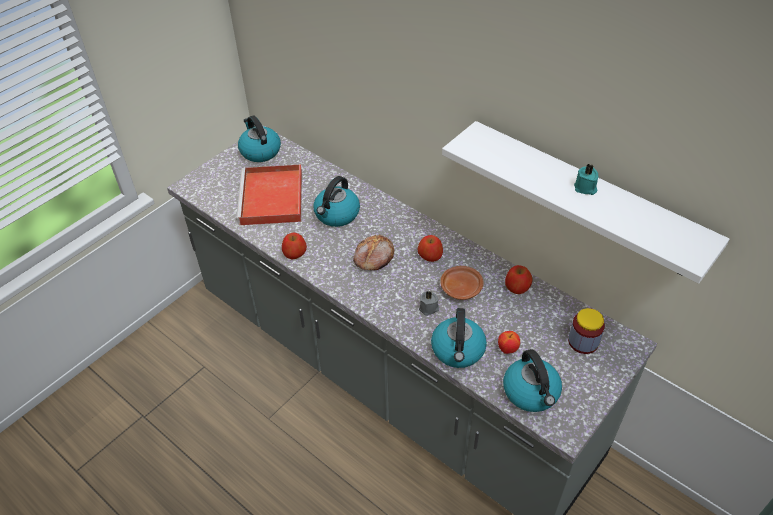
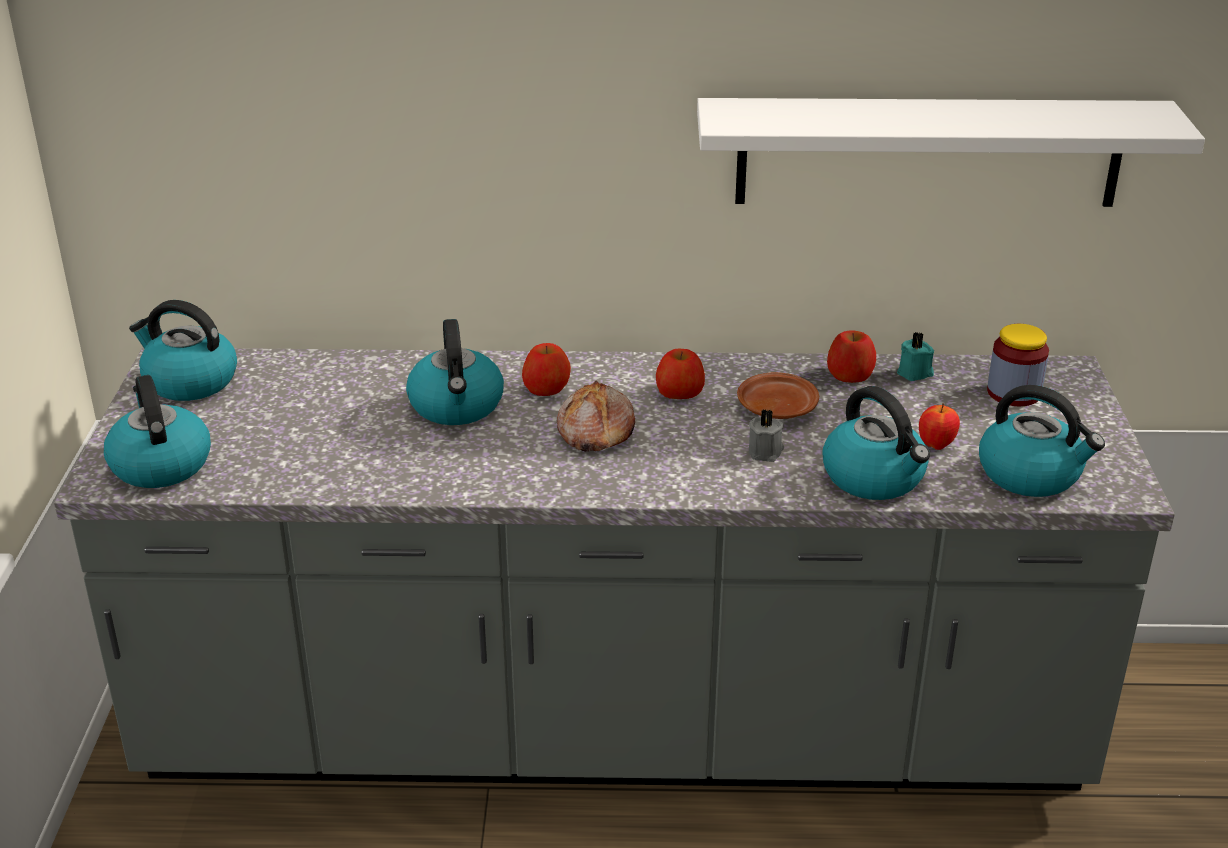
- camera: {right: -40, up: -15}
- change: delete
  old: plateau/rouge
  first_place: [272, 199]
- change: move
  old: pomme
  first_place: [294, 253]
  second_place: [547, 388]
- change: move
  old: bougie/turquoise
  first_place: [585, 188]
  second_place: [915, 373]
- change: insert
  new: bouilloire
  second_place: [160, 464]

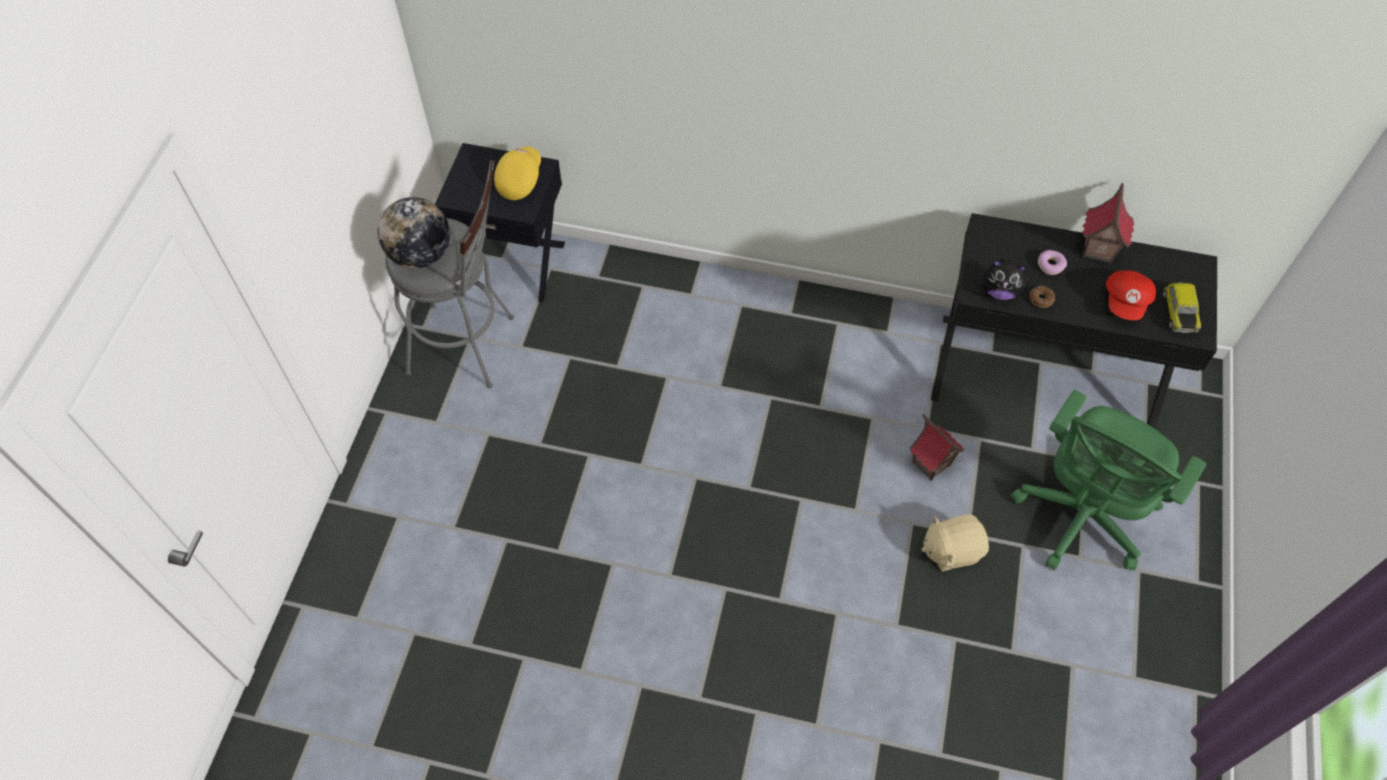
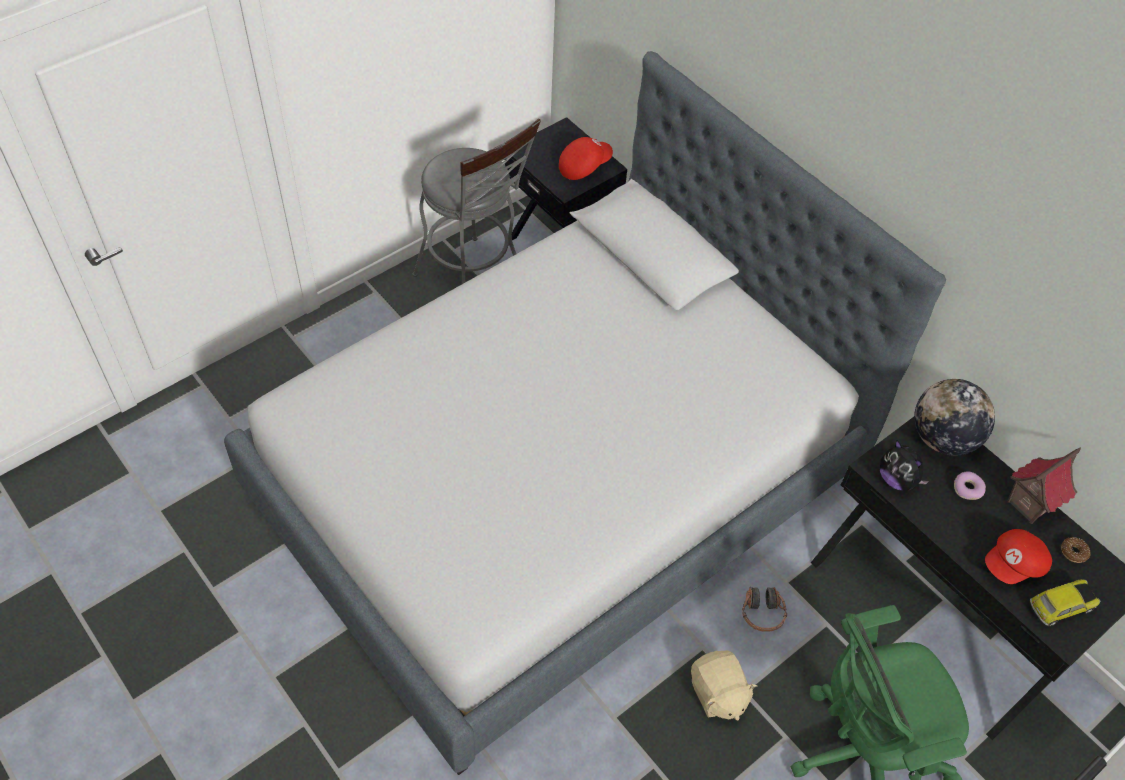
- camera: {right: 35, up: -5}
- change: move
  old: globe
  first_place: [421, 255]
  second_place: [942, 438]
- change: recolor
  old: casquette/jaune
  new: casquette/rouge
  first_place: [519, 179]
  second_place: [584, 166]
- change: replace
  old: maison miniature
  new: casque audio
  first_place: [930, 464]
  second_place: [762, 613]
- change: rotate
  old: peluche/beige
  first_place: [951, 550]
  second_place: [717, 693]
  degrees: -135
- change: move
  old: beignet
  first_place: [1041, 299]
  second_place: [1073, 552]
- change: rotate
  old: petite voiture
  first_place: [1178, 312]
  second_place: [1061, 607]
  degrees: -150
- change: insert
  new: lit
  second_place: [556, 485]

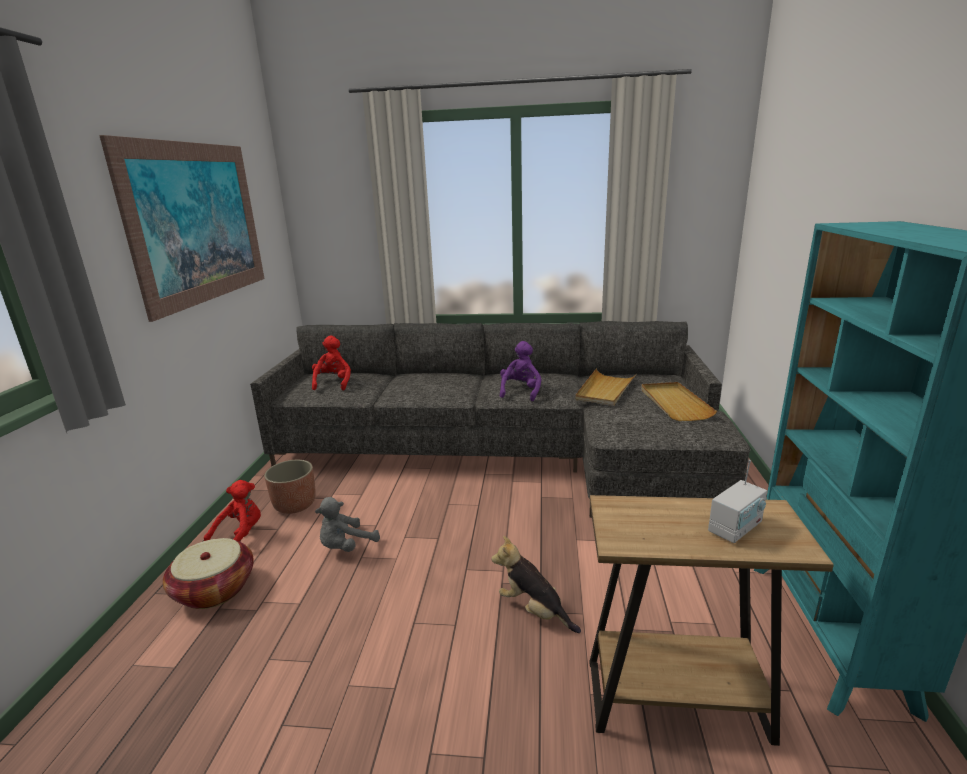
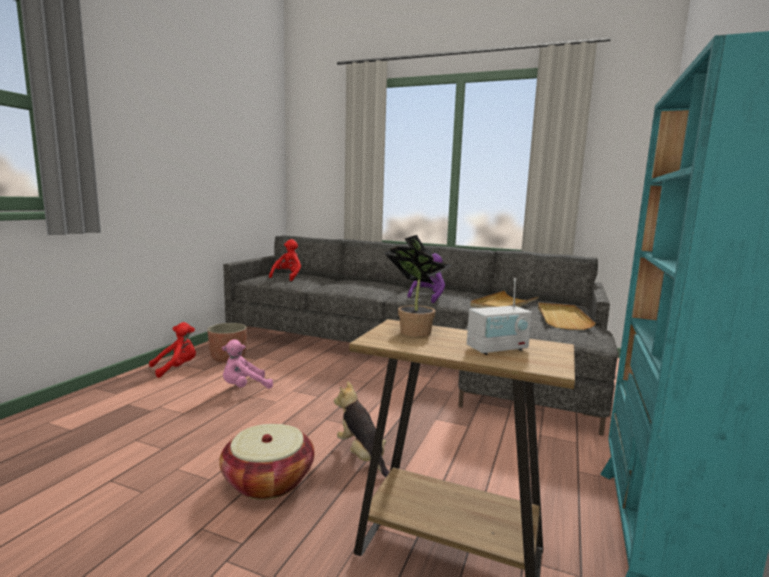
- camera: {right: 15, up: -10}
- change: delete
  old: tableau
  first_place: [198, 223]
- change: move
  old: panier
  first_place: [215, 589]
  second_place: [268, 481]
- change: recolor
  old: peluche/gris
  new: peluche/rose
  first_place: [346, 546]
  second_place: [244, 388]
- change: insert
  new: plante en pot
  second_place: [413, 330]

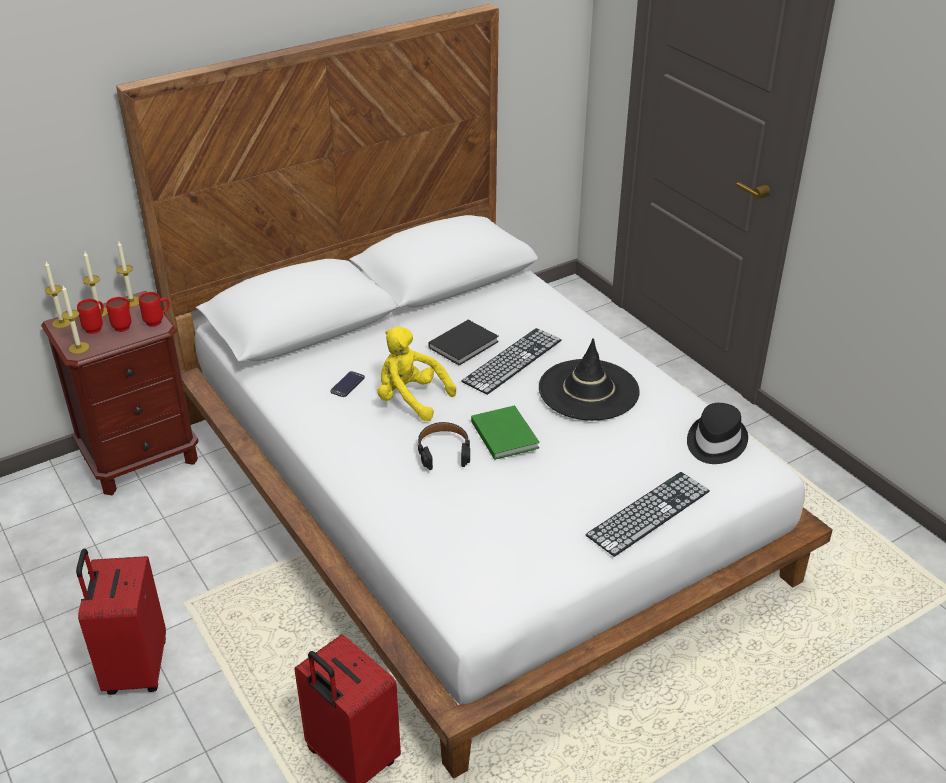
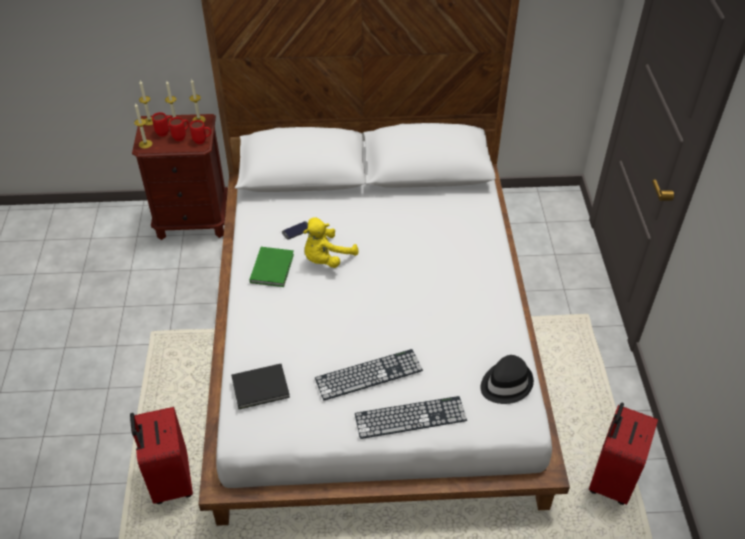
- camera: {right: 30, up: 10}
- change: move
  old: valise/rouge
  first_place: [134, 668]
  second_place: [610, 479]
- change: rotate
  old: peluche/jaune
  first_place: [410, 399]
  second_place: [326, 258]
  degrees: -105
- change: delete
  old: casque audio/noir
  first_place: [443, 451]
- change: move
  old: livre/noir
  first_place: [465, 344]
  second_place: [262, 388]
- change: move
  old: clavier
  first_place: [512, 360]
  second_place: [369, 374]
- change: move
  old: livre/vert
  first_place: [505, 433]
  second_place: [273, 267]
- change: delete
  old: chapeau/noir
  first_place: [588, 390]

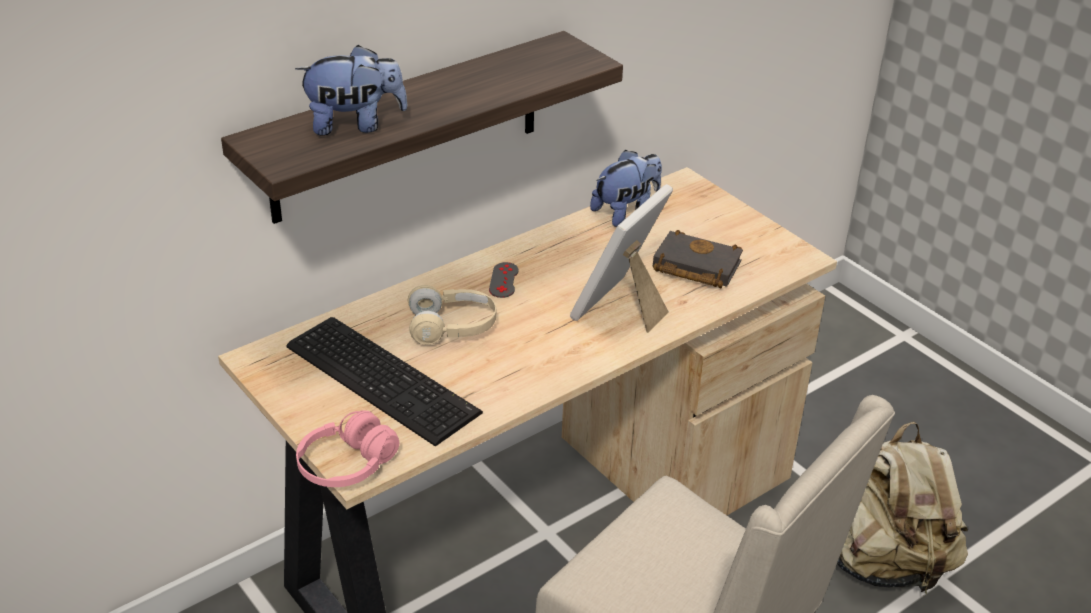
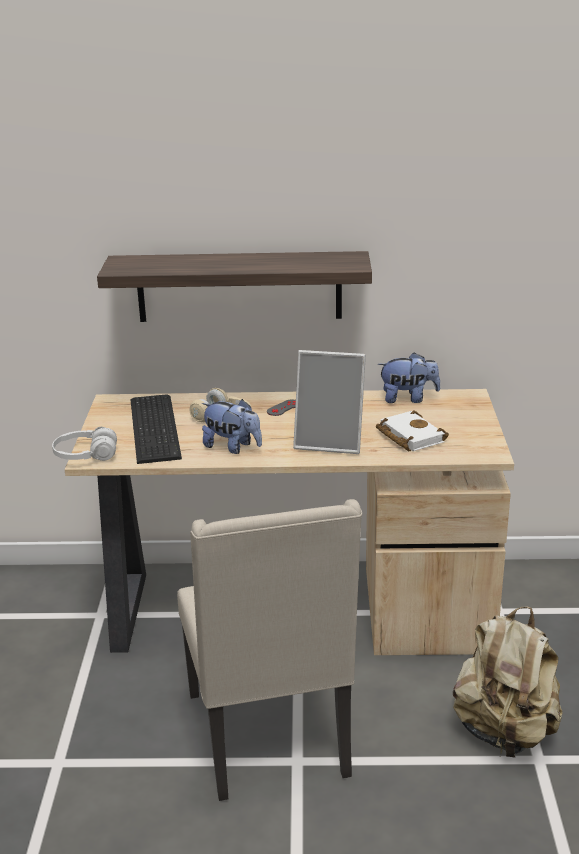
- camera: {right: 40, up: -10}
- change: move
  old: peluche
  first_place: [354, 124]
  second_place: [232, 447]
- change: recolor
  old: casque audio/rose
  new: casque audio/blanc
  first_place: [347, 465]
  second_place: [85, 456]
- change: rotate
  old: cadre photo
  first_place: [622, 309]
  second_place: [330, 441]
  degrees: -150
- change: recolor
  old: livre/noir
  new: livre/blanc
  first_place: [693, 267]
  second_place: [408, 436]

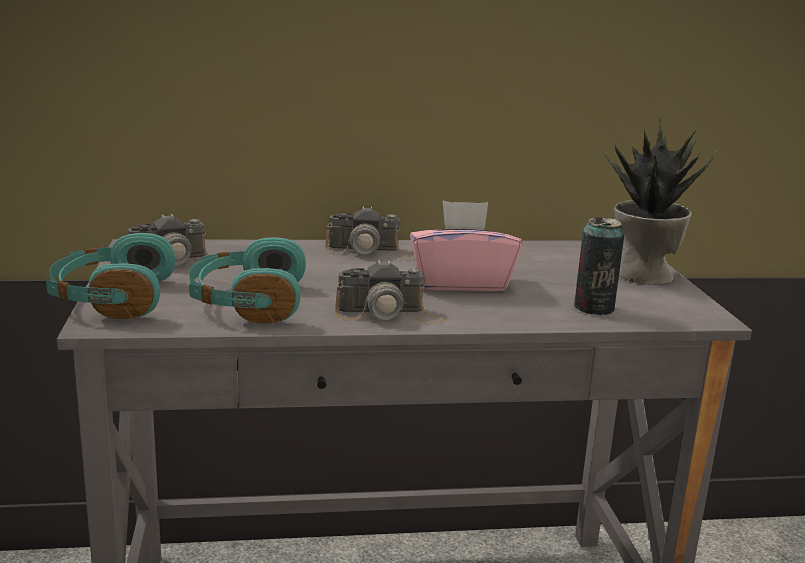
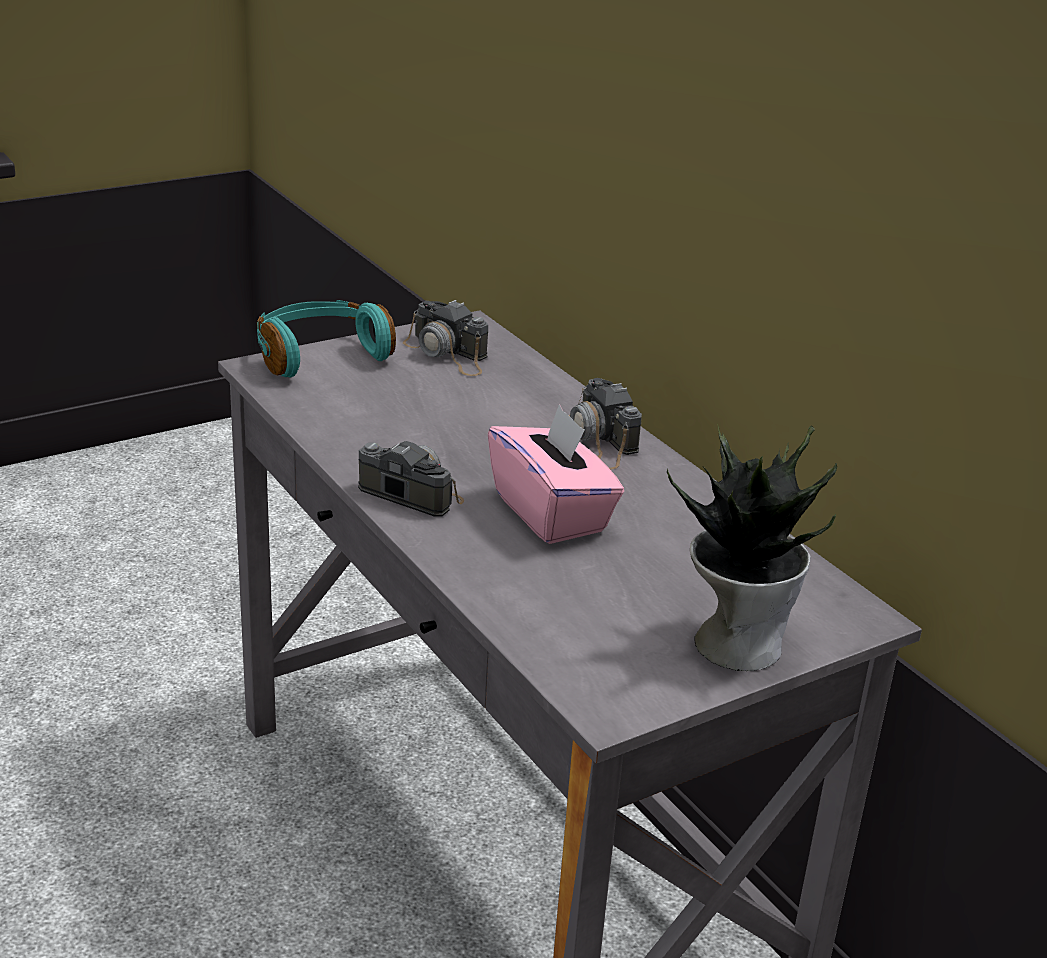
- camera: {right: 65, up: 10}
- change: delete
  old: casque audio/turquoise
  first_place: [247, 302]
- change: rotate
  old: appareil photo
  first_place: [389, 314]
  second_place: [405, 489]
  degrees: 150
- change: delete
  old: boîte métallique
  first_place: [594, 308]

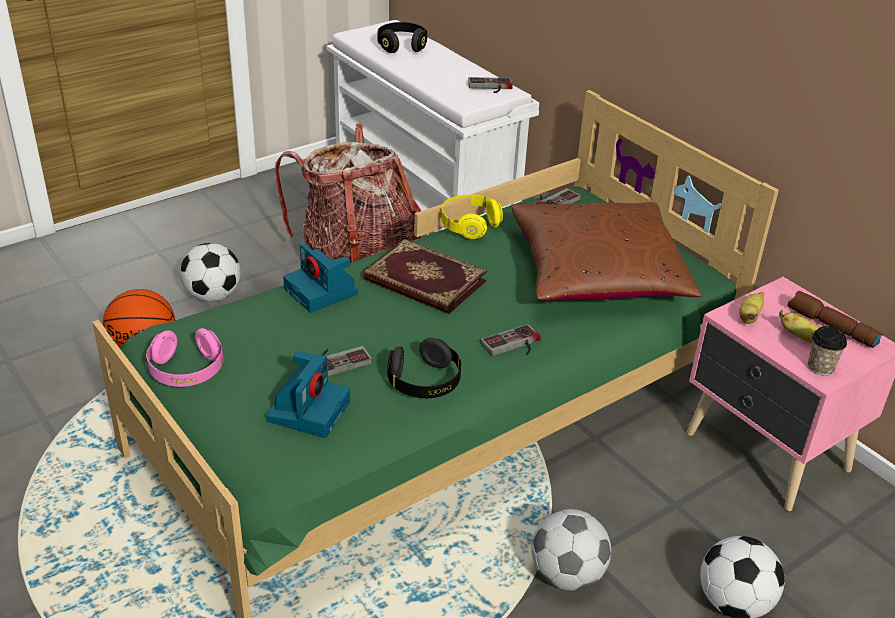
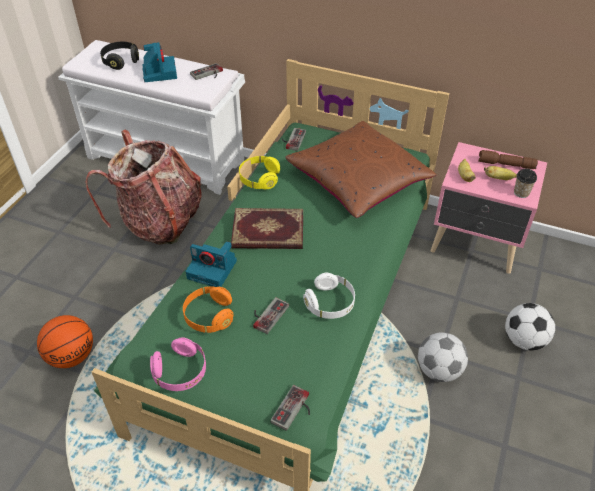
- camera: {right: -30, up: 10}
- change: delete
  old: ballon de foot
  first_place: [213, 295]
- change: move
  old: appareil photo
  first_place: [308, 410]
  second_place: [159, 72]
- change: recolor
  old: casque audio/noir
  new: casque audio/blanc
  first_place: [424, 382]
  second_place: [330, 303]
- change: move
  old: manette
  first_place: [514, 345]
  second_place: [295, 410]
- change: insert
  new: casque audio/orange
  second_place: [209, 316]

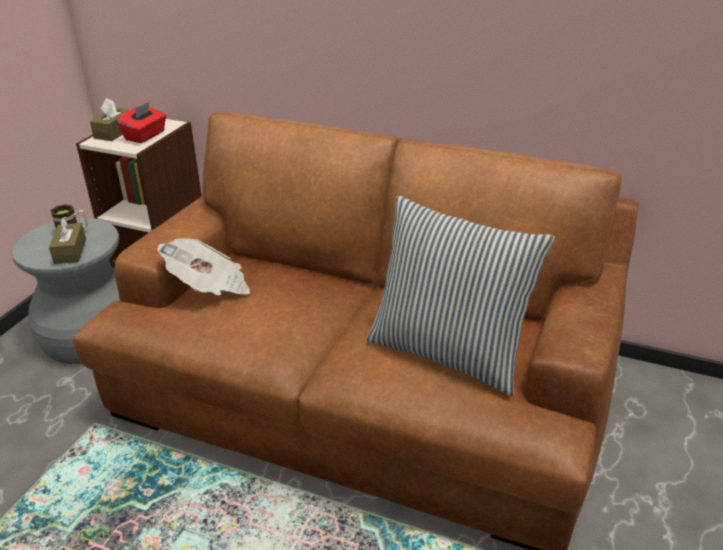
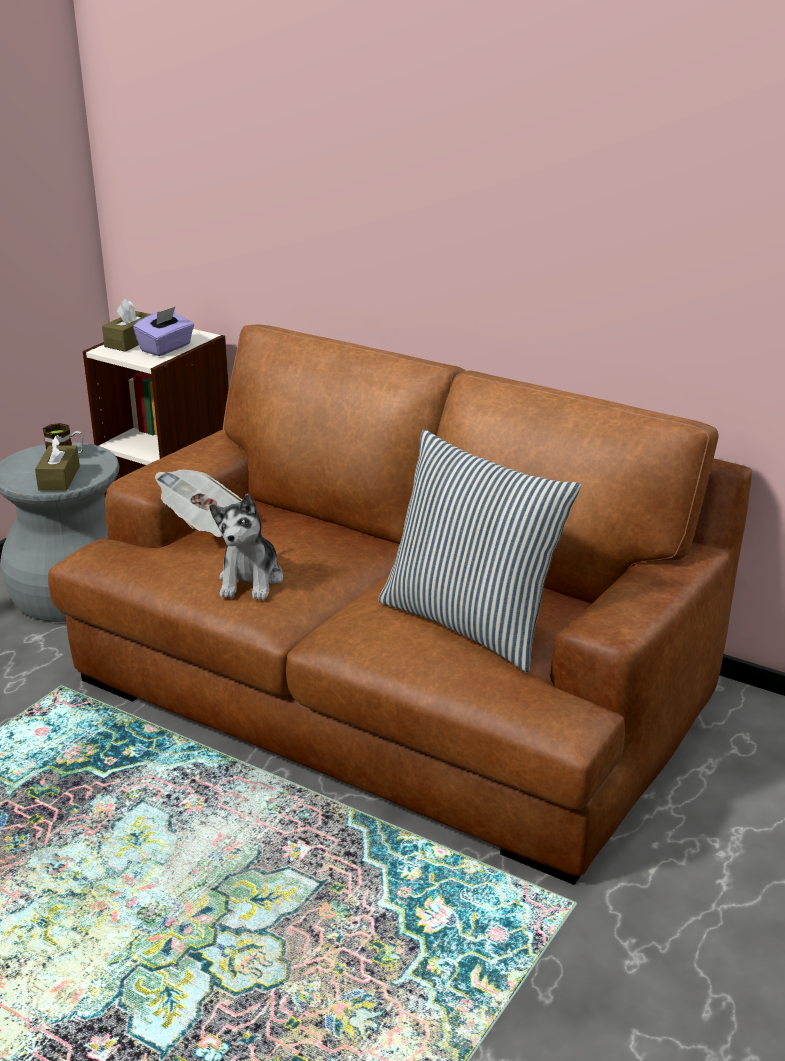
- camera: {right: 10, up: -5}
- change: recolor
  old: boîte à mouchoirs/rouge
  new: boîte à mouchoirs/violet
  first_place: [145, 136]
  second_place: [166, 348]
- change: insert
  new: peluche
  second_place: [251, 580]

